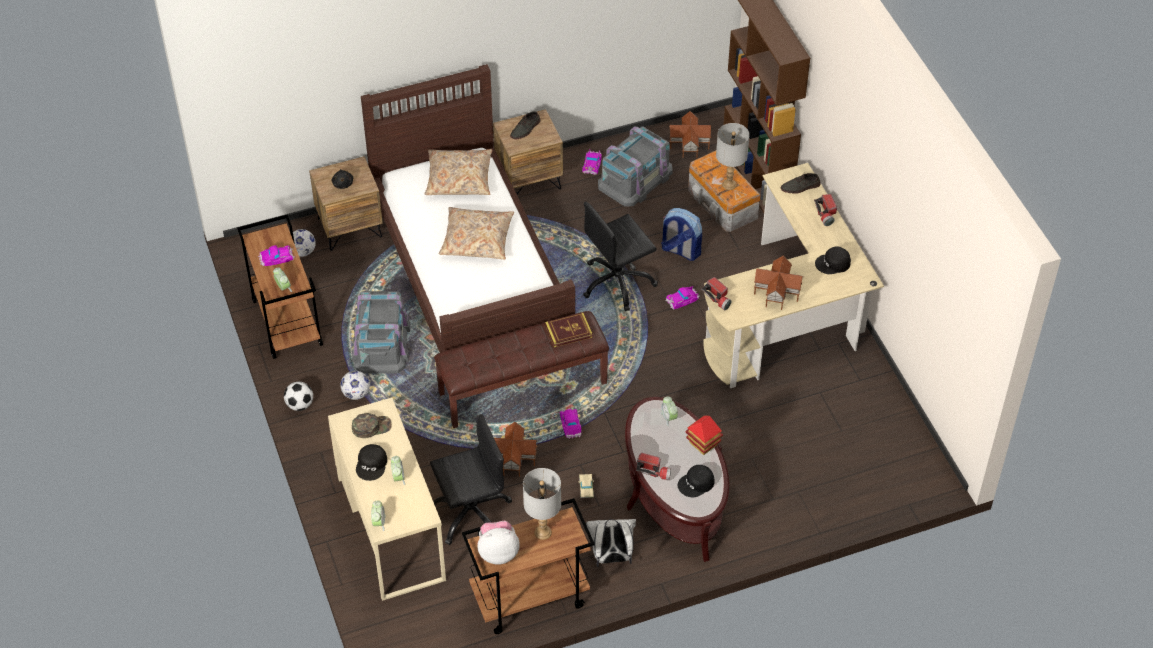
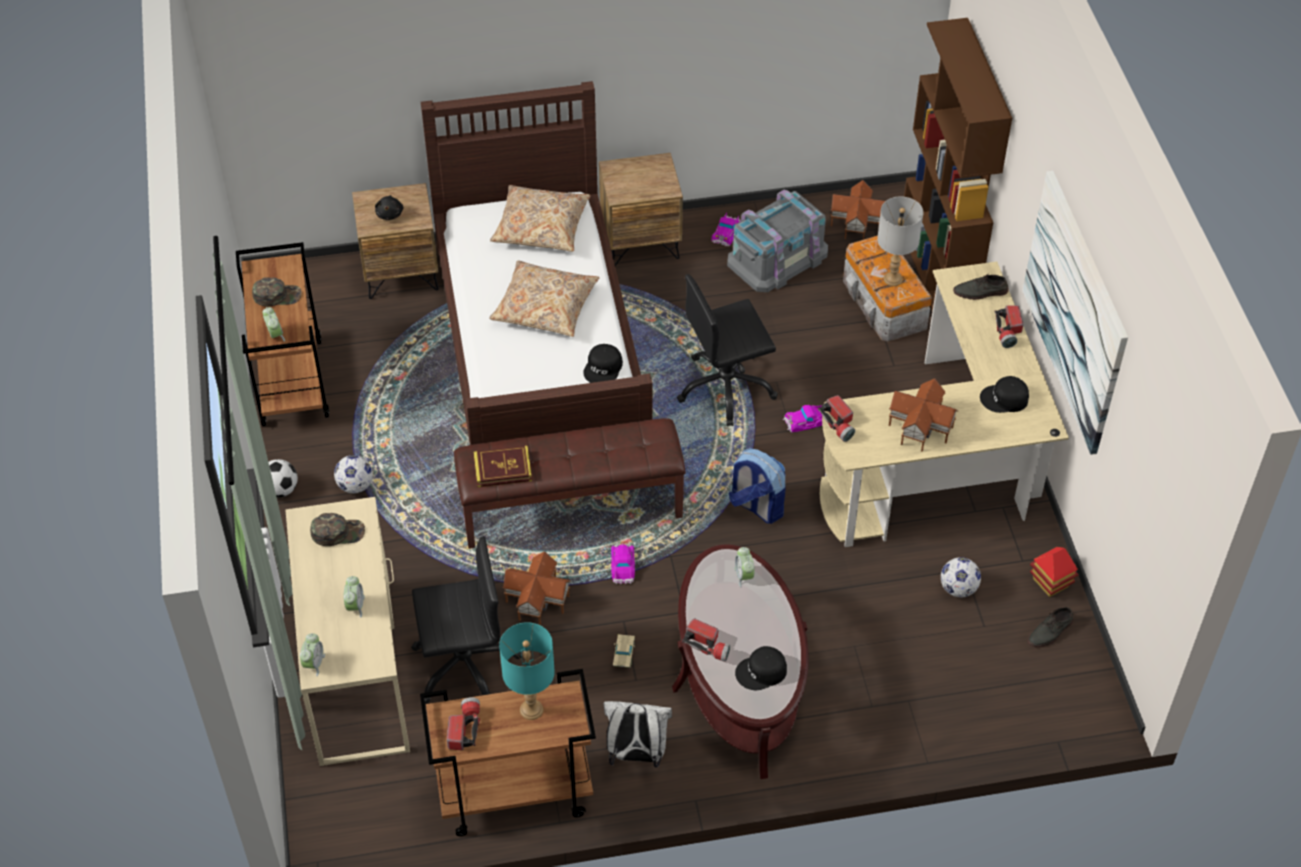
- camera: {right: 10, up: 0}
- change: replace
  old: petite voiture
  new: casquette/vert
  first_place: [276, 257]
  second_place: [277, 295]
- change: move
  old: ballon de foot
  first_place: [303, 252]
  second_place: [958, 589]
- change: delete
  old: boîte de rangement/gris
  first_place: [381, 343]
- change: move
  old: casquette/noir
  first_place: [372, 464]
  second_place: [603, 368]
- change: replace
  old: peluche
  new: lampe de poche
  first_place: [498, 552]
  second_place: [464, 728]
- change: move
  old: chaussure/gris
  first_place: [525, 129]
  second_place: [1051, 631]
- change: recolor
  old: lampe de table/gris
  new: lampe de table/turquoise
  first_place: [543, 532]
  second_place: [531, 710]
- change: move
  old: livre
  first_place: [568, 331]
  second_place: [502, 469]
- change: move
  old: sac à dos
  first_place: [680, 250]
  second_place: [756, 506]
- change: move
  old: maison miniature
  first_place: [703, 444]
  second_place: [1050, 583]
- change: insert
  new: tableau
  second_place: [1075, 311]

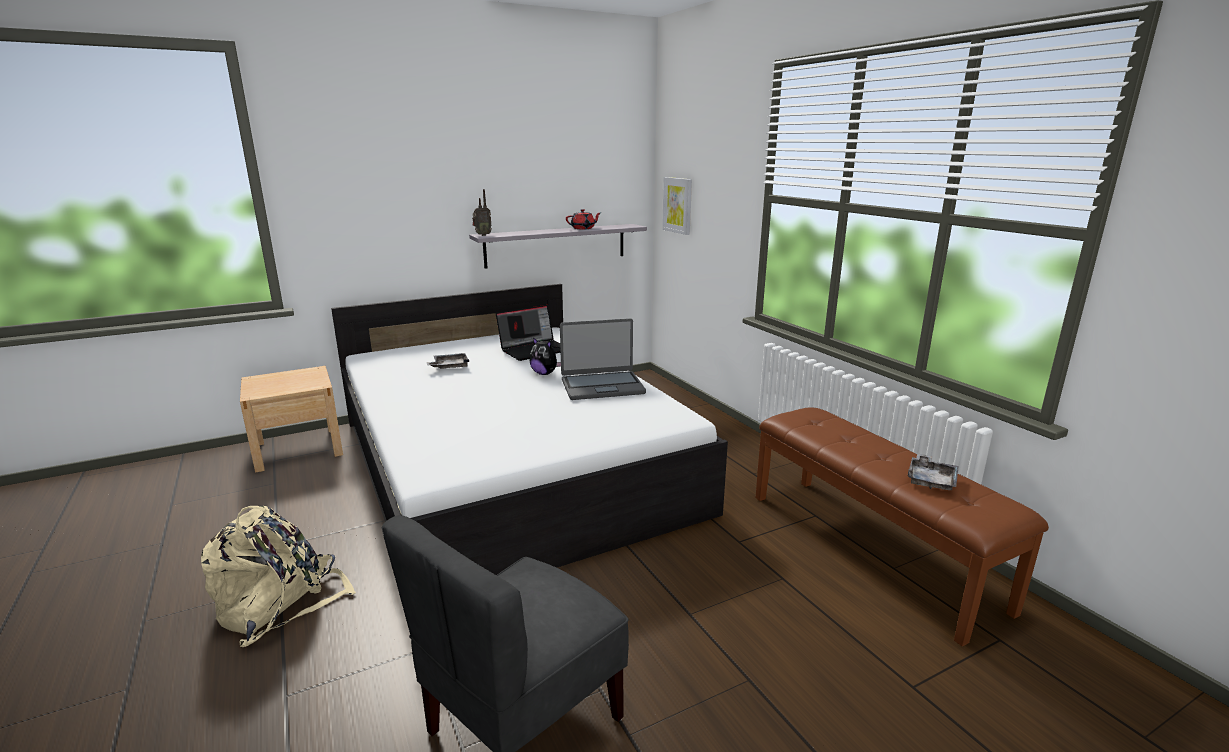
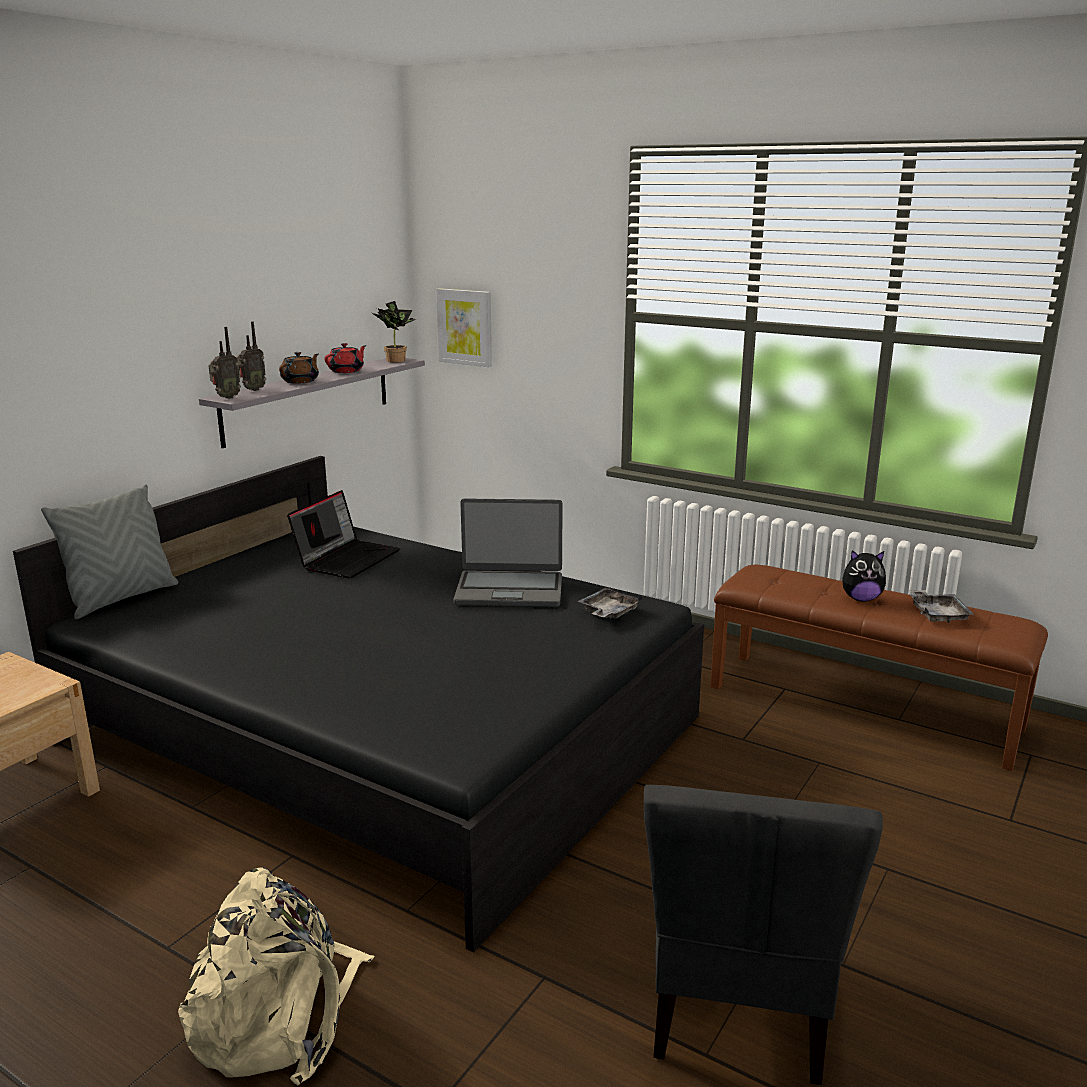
- camera: {right: -30, up: 0}
- change: recolor
  old: lit/blanc
  new: lit/noir
  first_place: [510, 464]
  second_place: [381, 730]
- change: move
  old: plateau/gris
  first_place: [449, 366]
  second_place: [608, 612]
- change: move
  old: peluche
  first_place: [545, 373]
  second_place: [861, 599]
- change: rotate
  old: ordinateur portable
  first_place: [602, 386]
  second_place: [509, 590]
  degrees: 45
- change: insert
  new: coussin/gris
  second_place: [121, 598]
- change: insert
  new: radio
  second_place: [252, 390]
- change: insert
  new: théière/marron
  second_place: [301, 381]
- change: insert
  new: plante en pot
  second_place: [396, 360]

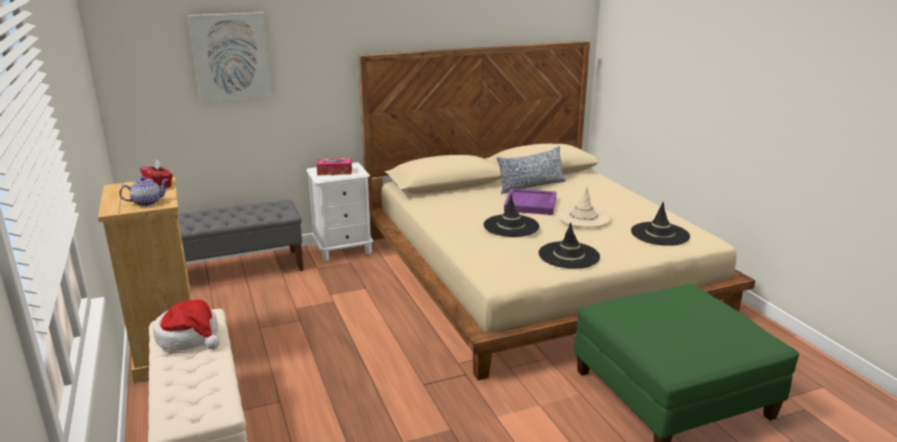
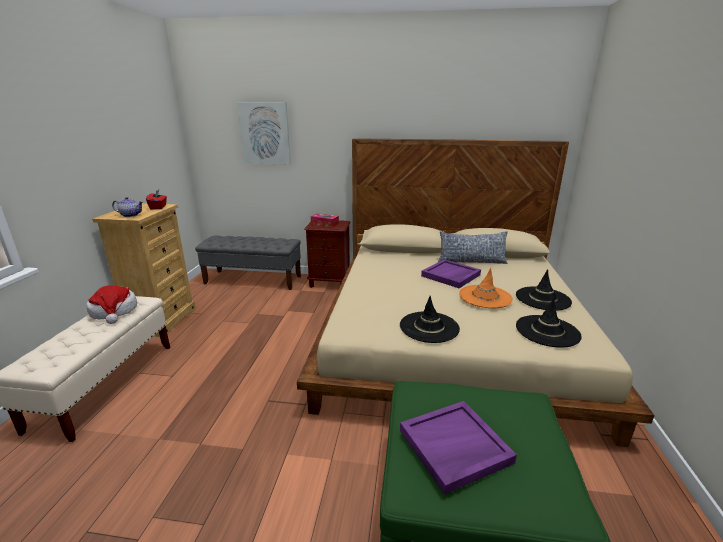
- camera: {right: 30, up: 0}
- change: recolor
  old: table de chevet/blanc
  new: table de chevet/marron
  first_place: [343, 250]
  second_place: [329, 282]
- change: move
  old: chapeau/noir
  first_place: [511, 226]
  second_place: [542, 299]
- change: recolor
  old: chapeau/beige
  new: chapeau/orange
  first_place: [583, 217]
  second_place: [485, 296]
- change: insert
  new: plateau/violet
  second_place: [454, 447]

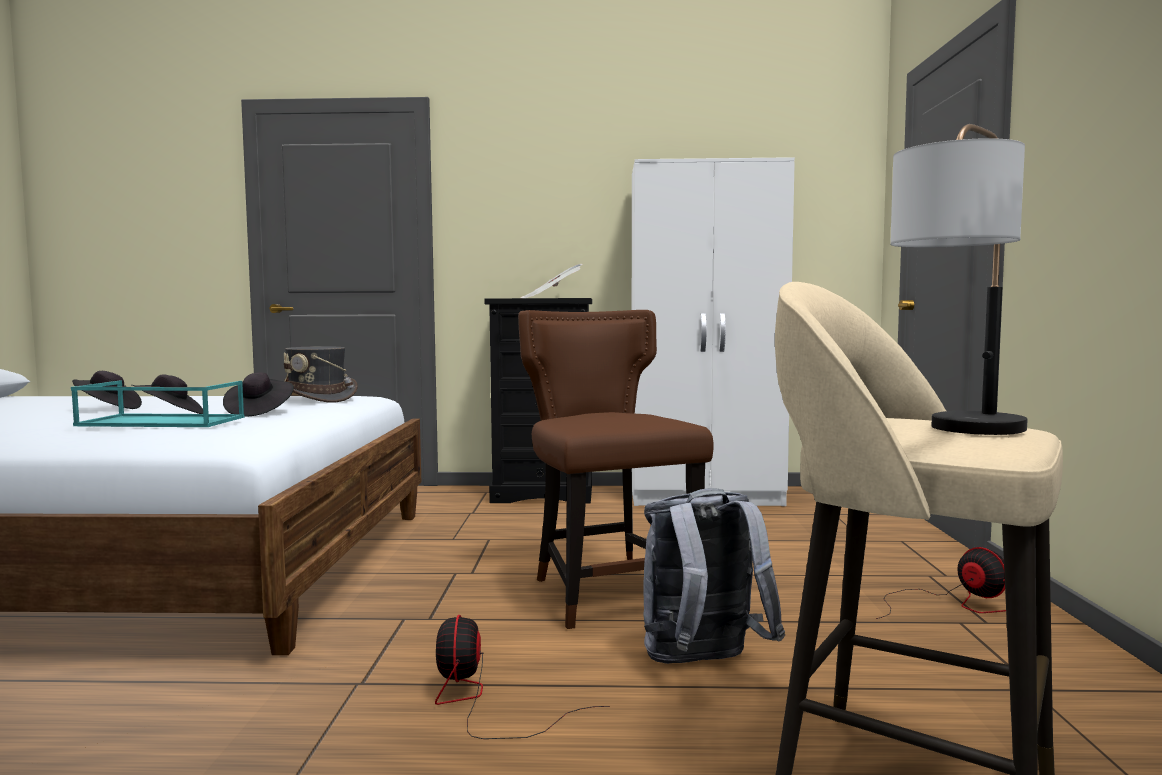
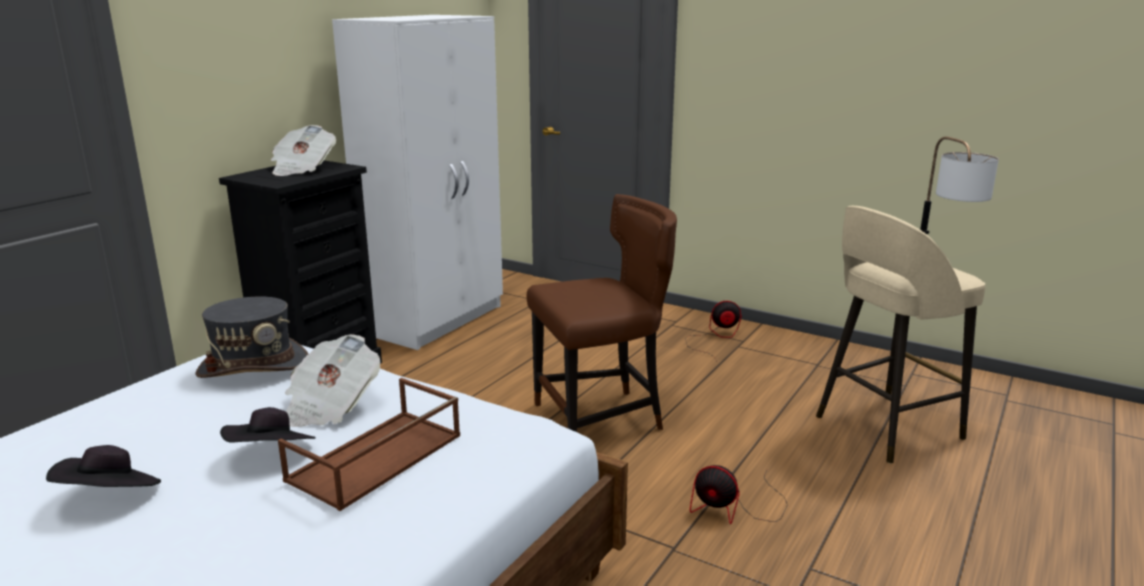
- camera: {right: -60, up: 15}
- change: recolor
  old: plateau/turquoise
  new: plateau/marron
  first_place: [159, 422]
  second_place: [375, 459]
- change: replace
  old: chapeau/noir
  new: journal
  first_place: [259, 412]
  second_place: [330, 406]
- change: rotate
  old: chaise/marron
  first_place: [609, 593]
  second_place: [601, 419]
  degrees: 150
- change: delete
  old: sac à dos/gris
  first_place: [702, 664]

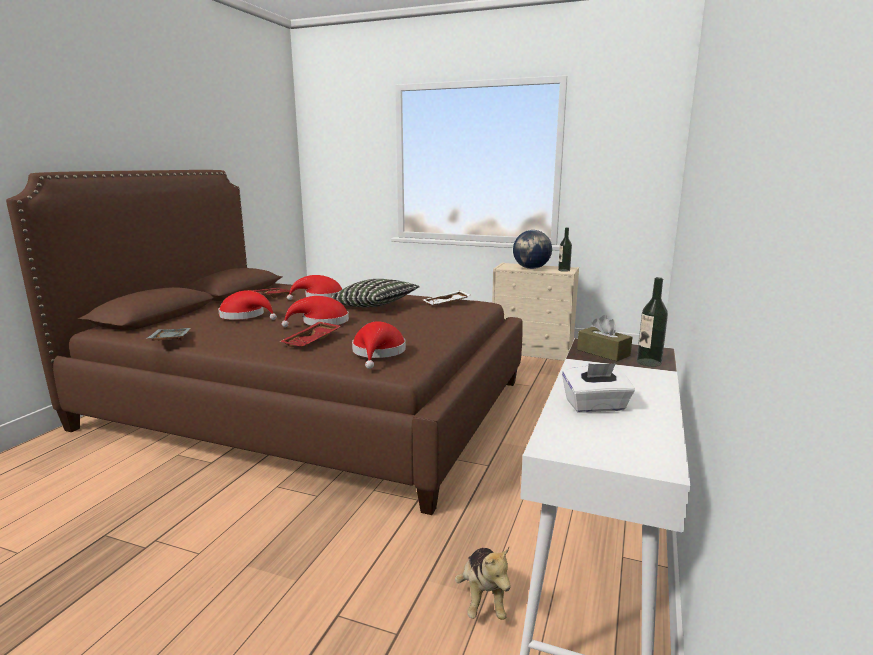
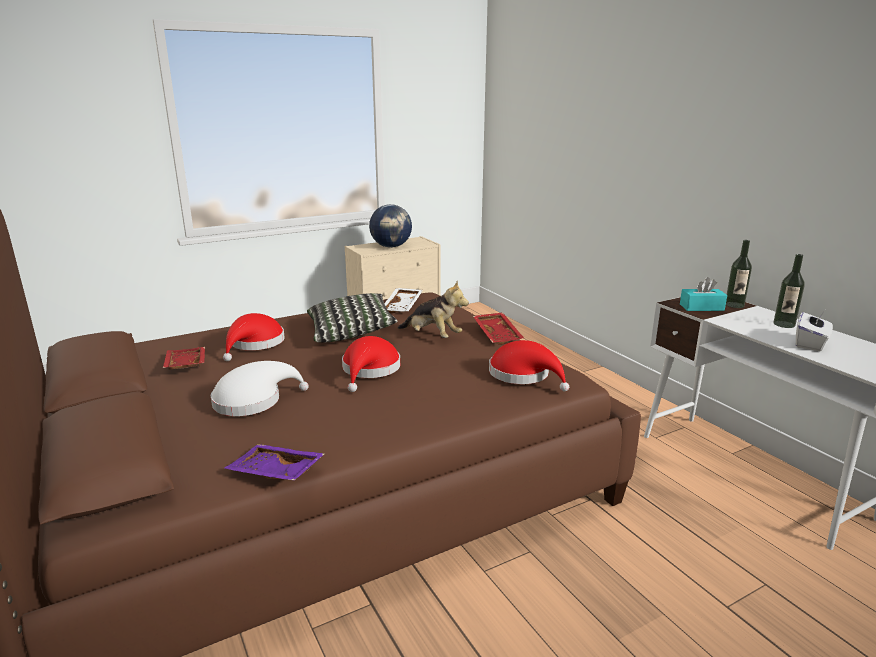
- camera: {right: -50, up: 5}
- change: recolor
  old: plateau/gris
  new: plateau/violet
  first_place: [169, 341]
  second_place: [274, 473]
- change: recolor
  old: chapeau/rouge
  new: chapeau/blanc
  first_place: [245, 316]
  second_place: [253, 401]
- change: move
  old: plateau/rouge
  first_place: [312, 341]
  second_place: [498, 334]
- change: move
  old: peluche
  first_place: [483, 599]
  second_place: [432, 336]
- change: move
  old: bouteille
  first_place: [564, 270]
  second_place: [784, 324]
- change: recolor
  old: boîte à mouchoirs/marron
  new: boîte à mouchoirs/turquoise
  first_place: [603, 352]
  second_place: [701, 307]

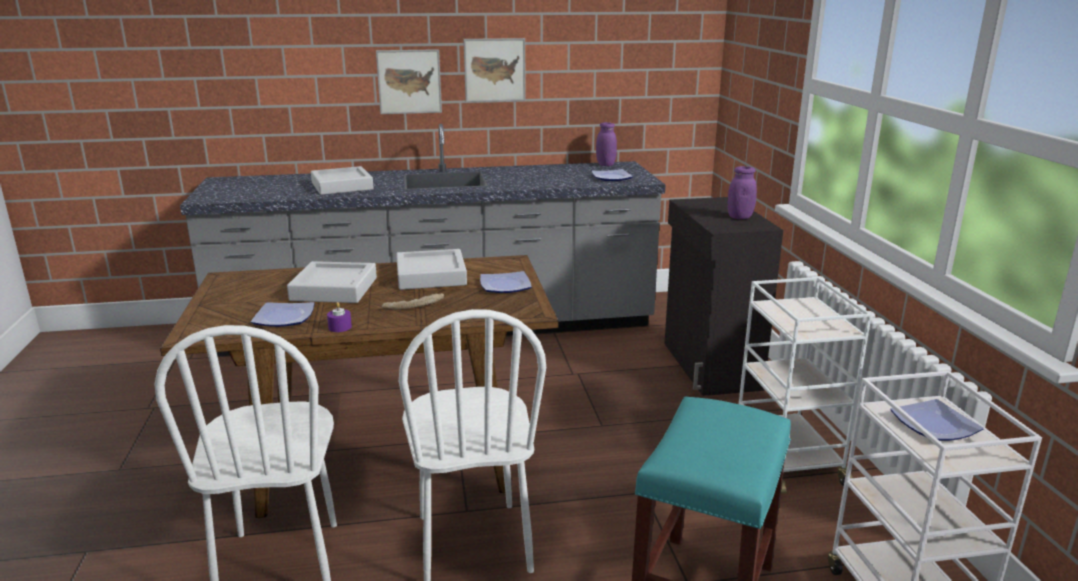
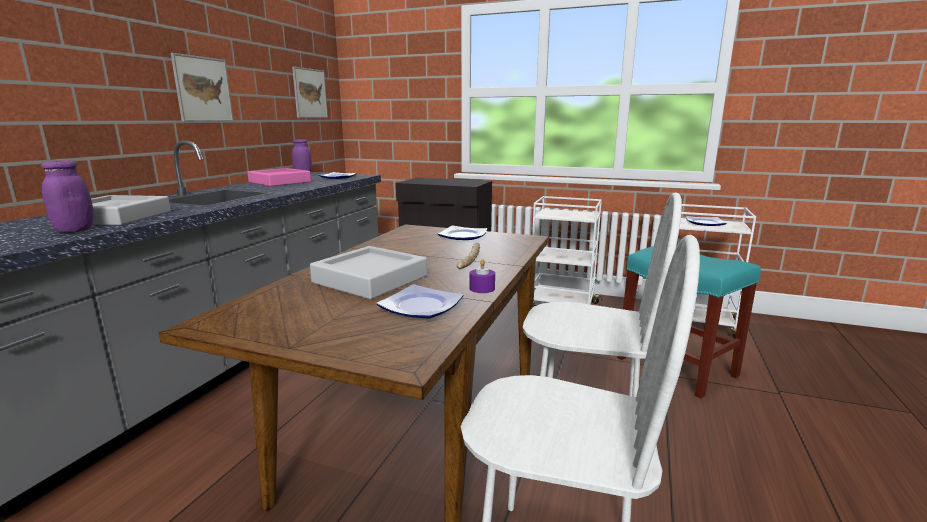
- camera: {right: -60, up: -5}
- change: move
  old: tableau
  first_place: [409, 81]
  second_place: [310, 93]
- change: delete
  old: plateau/gris
  first_place: [431, 276]
- change: move
  old: bocal/violet
  first_place: [740, 217]
  second_place: [74, 230]
- change: insert
  new: plateau/rose
  second_place: [280, 182]

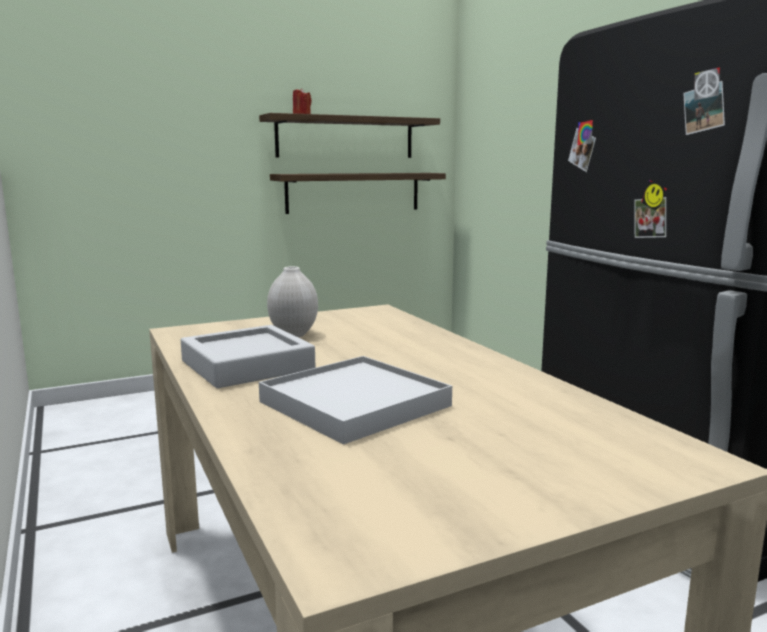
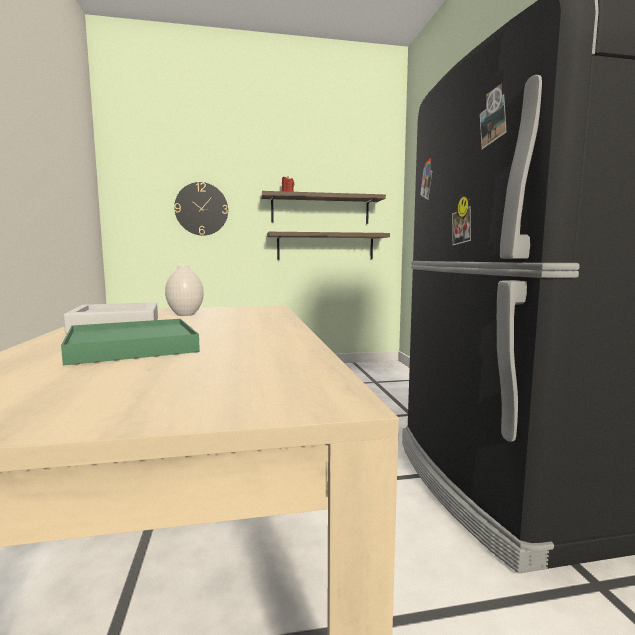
- camera: {right: 15, up: -5}
- change: recolor
  old: plateau/blanc
  new: plateau/vert
  first_place: [354, 404]
  second_place: [132, 346]
- change: insert
  new: horloge murale
  second_place: [201, 209]

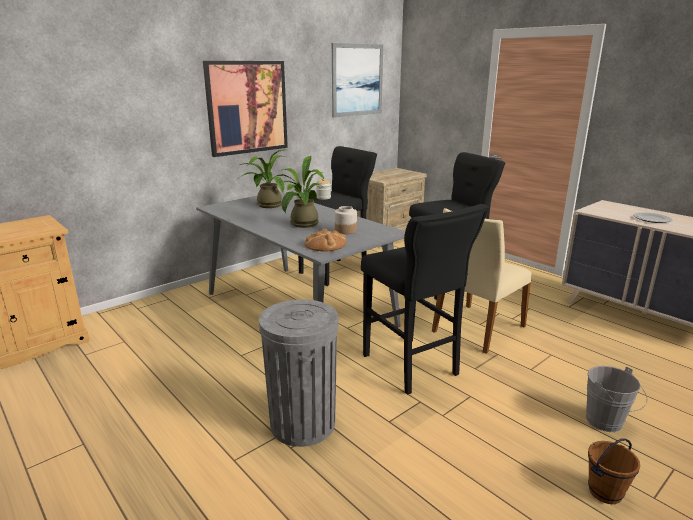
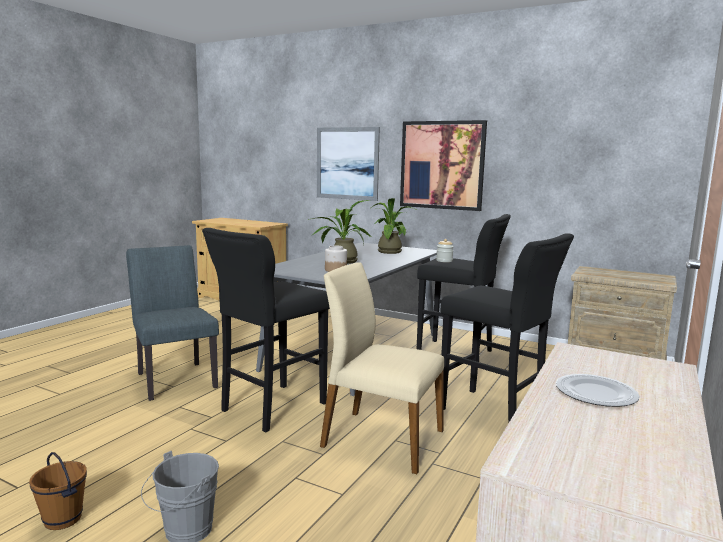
- camera: {right: 70, up: -10}
- change: replace
  old: poubelle/gris
  new: chaise/gris
  first_place: [302, 423]
  second_place: [175, 378]
- change: delete
  old: pain
  first_place: [325, 244]
- change: move
  old: tableau
  first_place: [357, 80]
  second_place: [347, 163]

